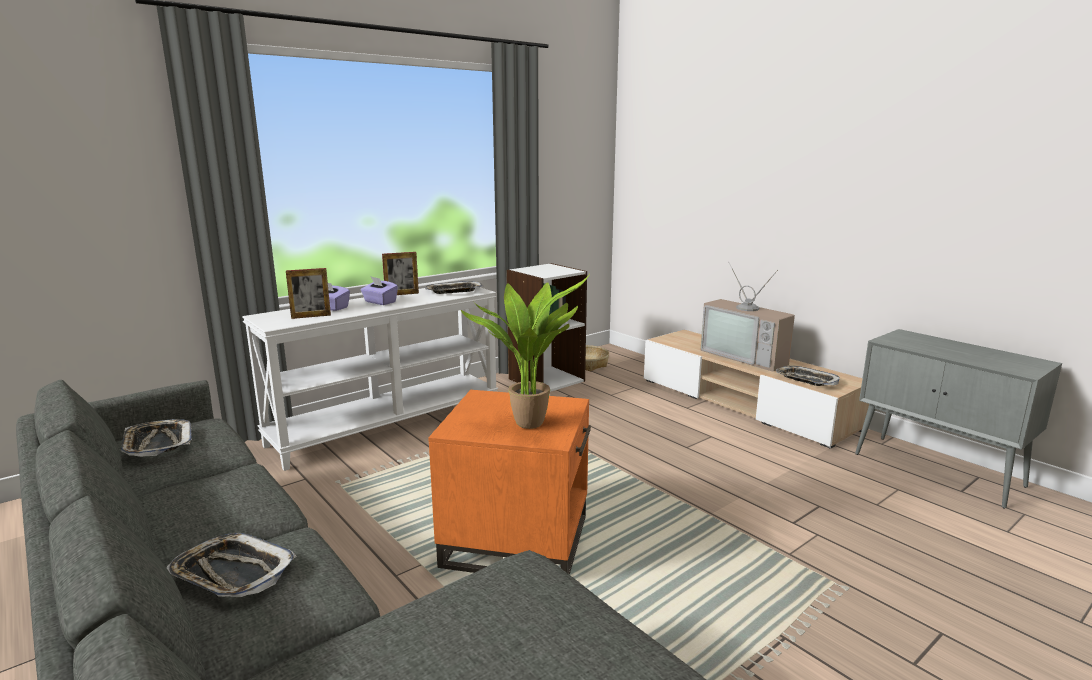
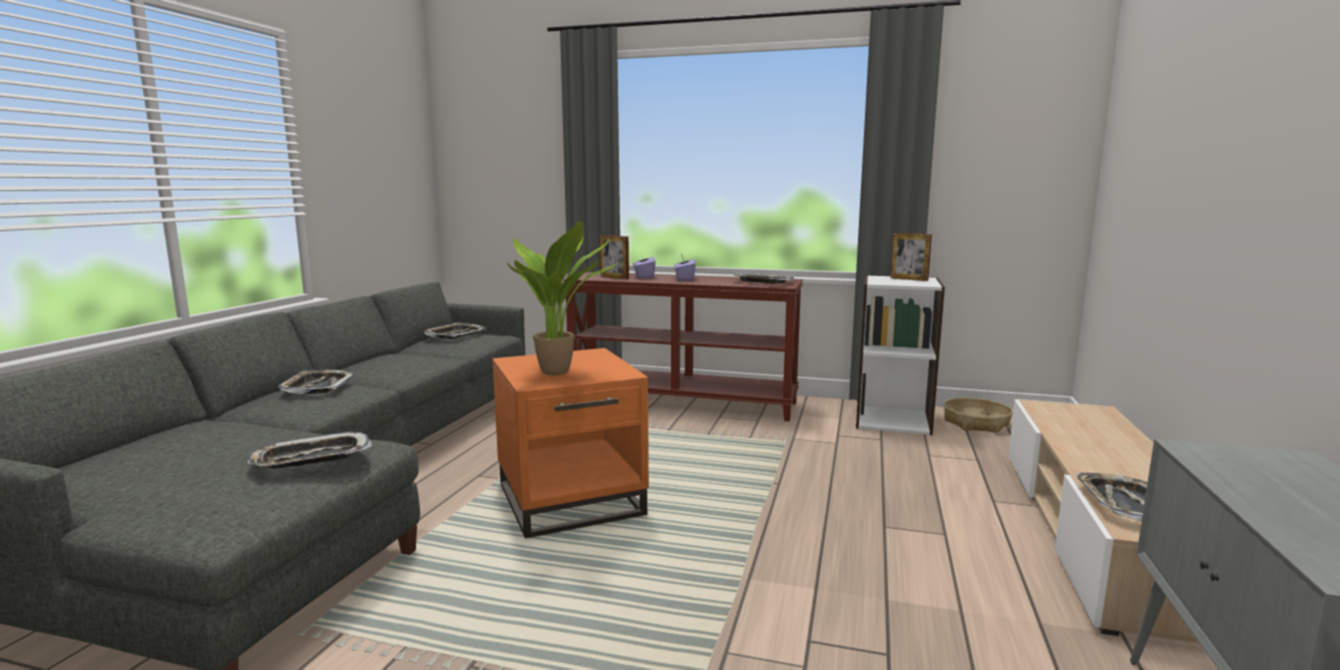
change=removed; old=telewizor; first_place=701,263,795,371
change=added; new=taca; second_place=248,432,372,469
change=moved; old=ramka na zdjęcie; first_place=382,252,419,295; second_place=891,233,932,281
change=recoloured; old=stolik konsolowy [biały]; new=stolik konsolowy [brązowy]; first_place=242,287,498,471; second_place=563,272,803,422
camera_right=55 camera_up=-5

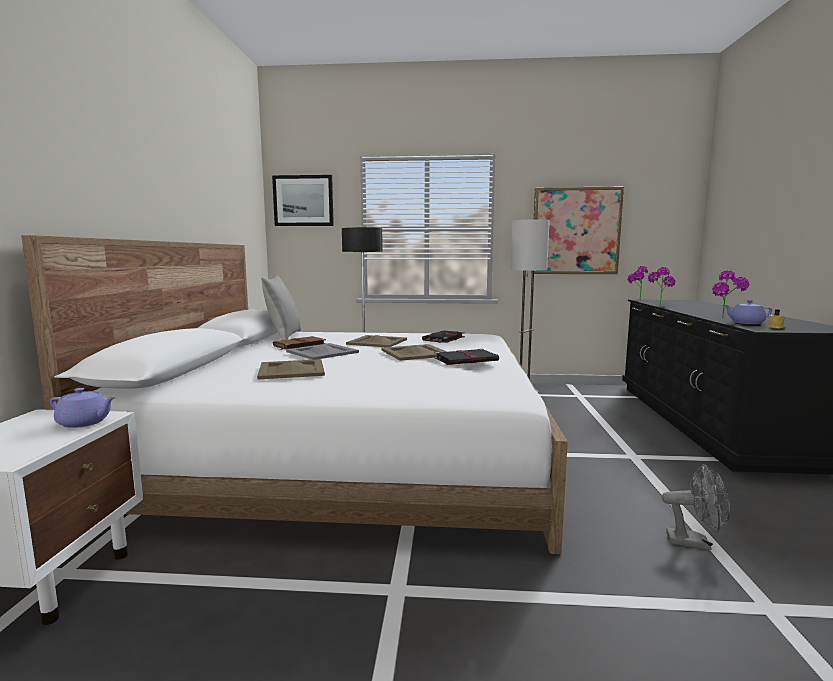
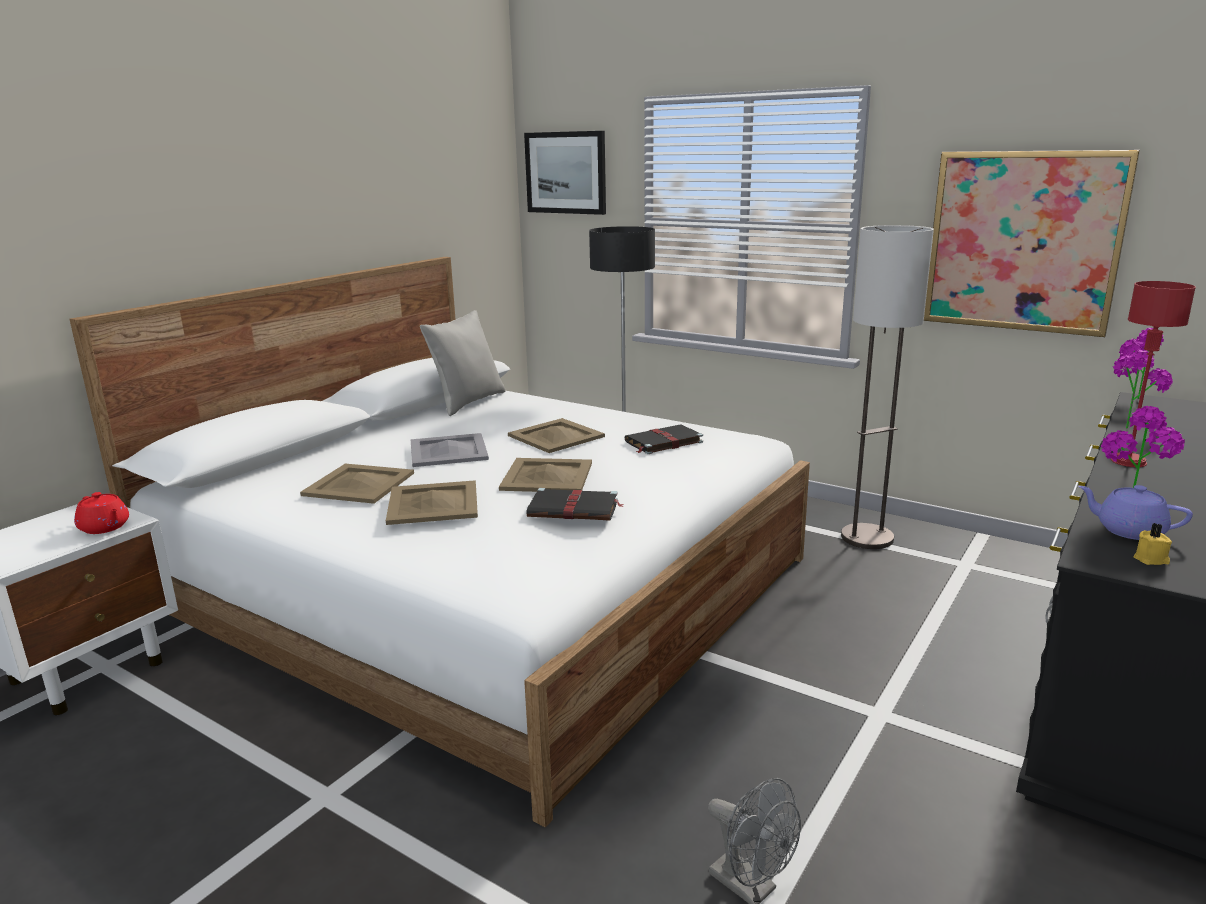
change=removed; old=książka [brązowy]; first_place=273,336,326,350
change=added; new=taca [beżowy]; second_place=386,480,478,525
change=added; new=lampa stołowa [czerwony]; second_place=1111,281,1196,467
change=recoloured; old=imbryk [fioletowy]; new=imbryk [czerwony]; first_place=50,388,116,428; second_place=74,492,129,534
camera_right=30 camera_up=10

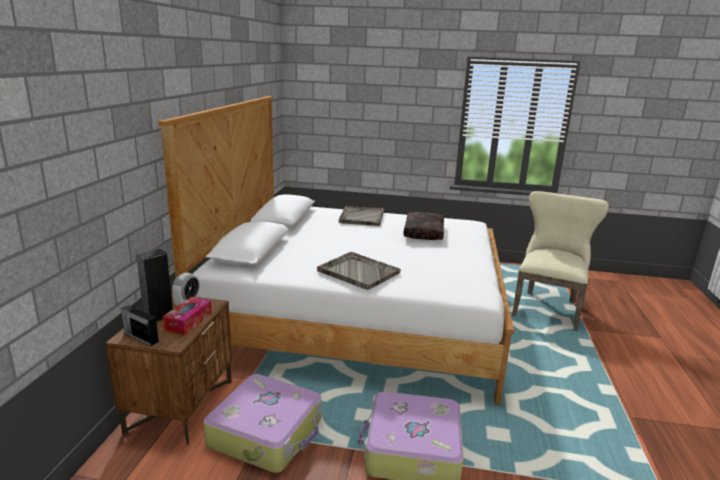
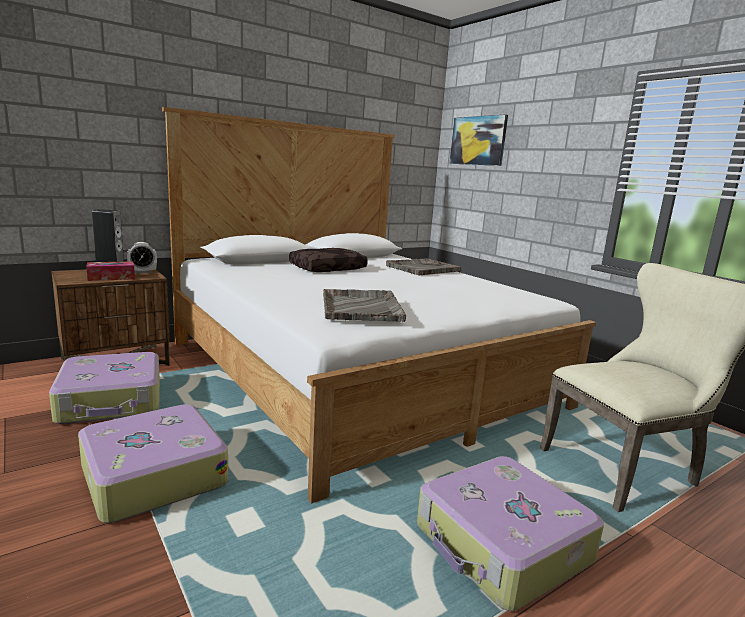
change=removed; old=radio; first_place=121,305,159,346
change=added; new=walizka; second_place=417,456,604,611
change=added; new=obraz; second_place=450,114,508,166
change=moved; old=taca [szary]; first_place=317,252,401,290; second_place=323,289,406,322
change=moved; old=poduszka [brązowy]; first_place=404,212,444,240; second_place=289,248,368,272
camera_right=45 camera_up=-5

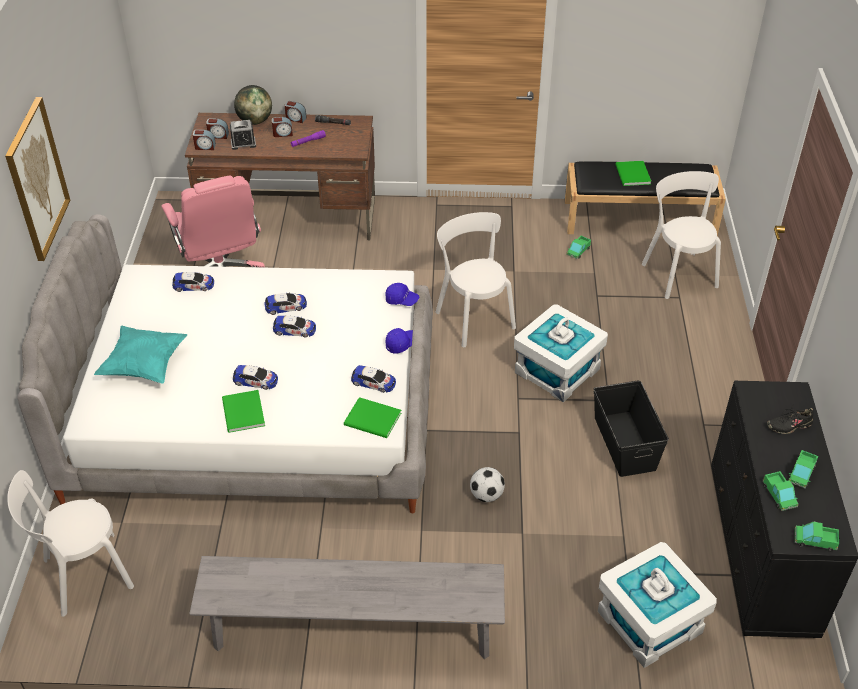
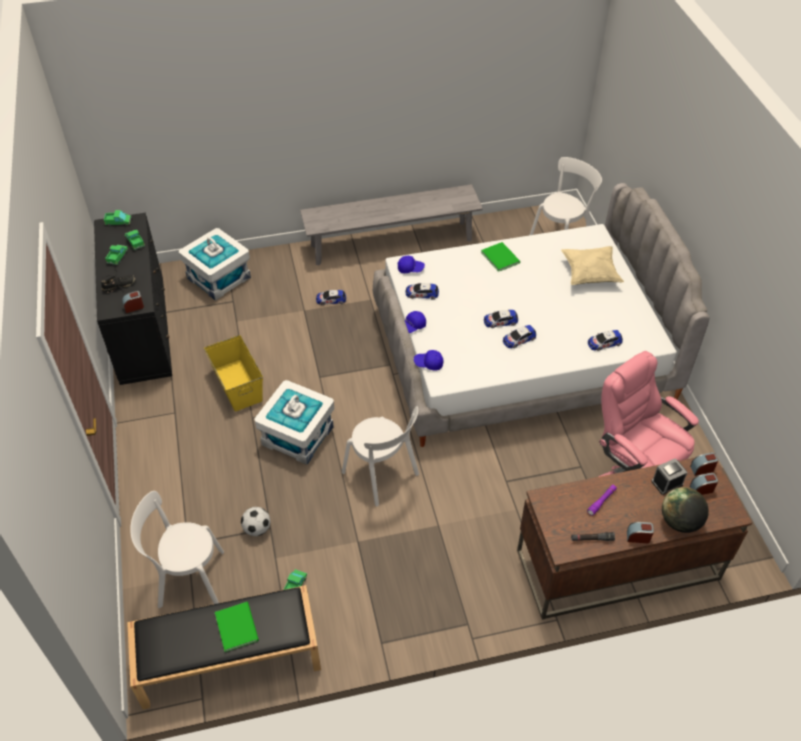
change=removed; old=obraz; first_place=5,97,70,261
change=moved; old=samochodzik; first_place=233,365,278,390; second_place=316,290,346,305
change=moved; old=budzik; first_place=272,117,293,137; second_place=122,291,144,313
change=moved; old=piłka futbolowa; first_place=470,467,505,502; second_place=241,507,270,536
change=replaced; old=książka [zielony]; new=czapka z daszkiem [niebieski]; first_place=344,397,401,438; second_place=398,256,425,273
change=recoloured; old=poduszka [turkusowy]; new=poduszka [beżowy]; first_place=94,326,187,383; second_place=561,246,624,285
change=recoloured; old=pojemnik do przechowywania [czarny]; new=pojemnik do przechowywania [żółty]; first_place=594,380,669,477; second_place=204,335,263,412
change=turned; old=krzesło [biały]; first_place=642,171,721,299; second_place=130,491,224,608; degrees=120
camera_right=165 camera_up=5

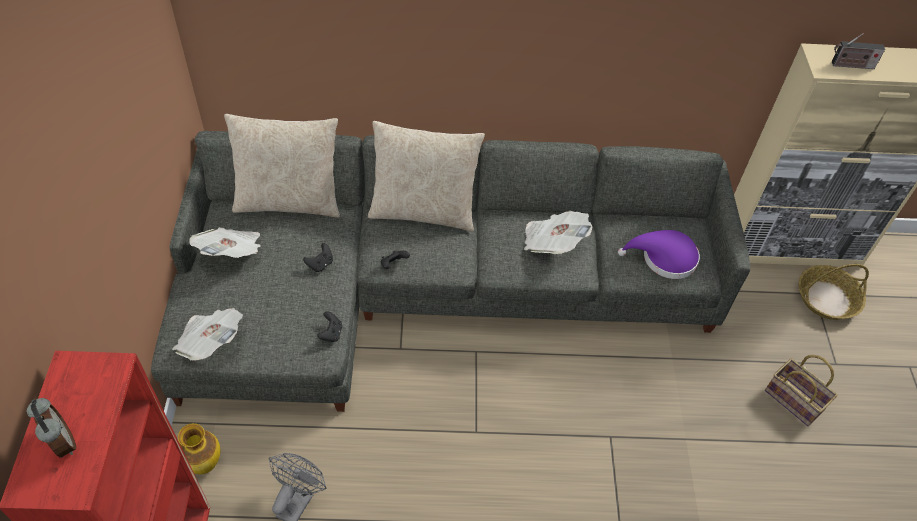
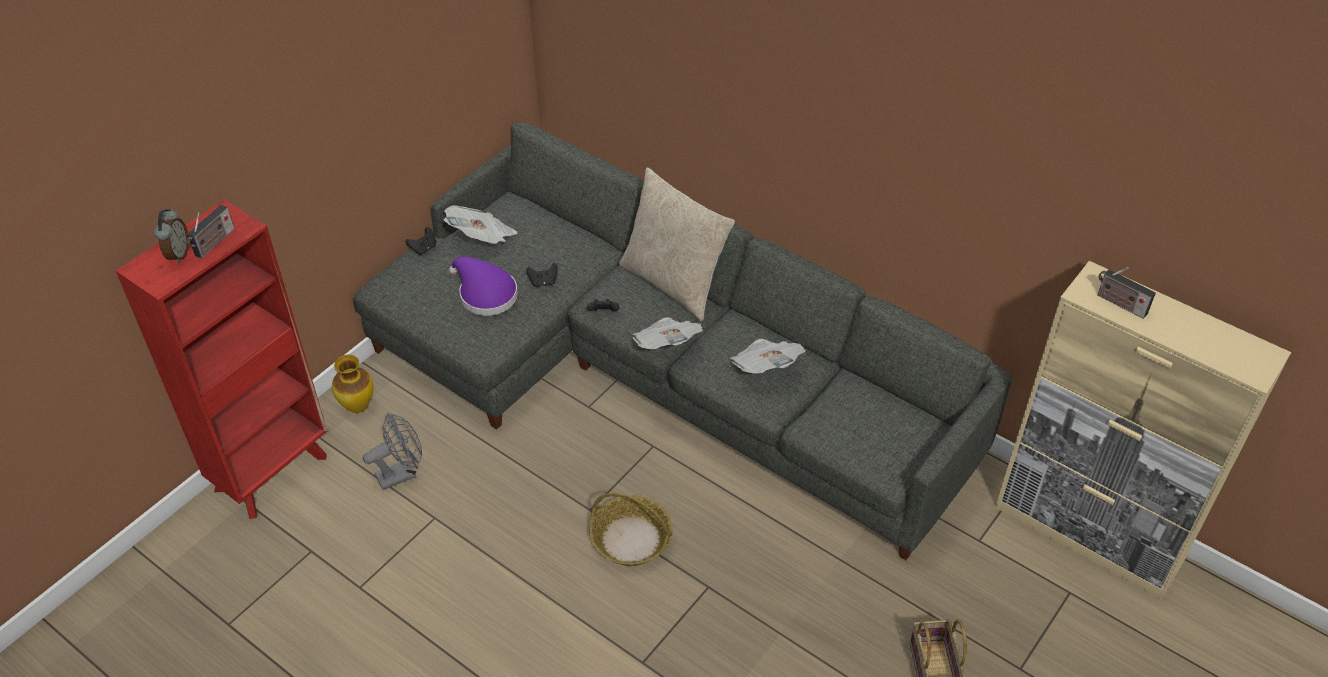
change=removed; old=poduszka [beżowy]; first_place=224,114,340,218
change=added; new=radio; second_place=187,205,234,258
change=moved; old=gazeta; first_place=172,308,243,360; second_place=632,317,703,349
change=moved; old=pad do gier [czarny]; first_place=317,311,342,342; second_place=406,227,436,255
change=moved; old=kapelusz [fioletowy]; first_place=618,230,700,279; second_place=449,257,518,316
change=moved; old=koszyk; first_place=798,264,869,320; second_place=589,493,673,566
camera_right=40 camera_up=-5

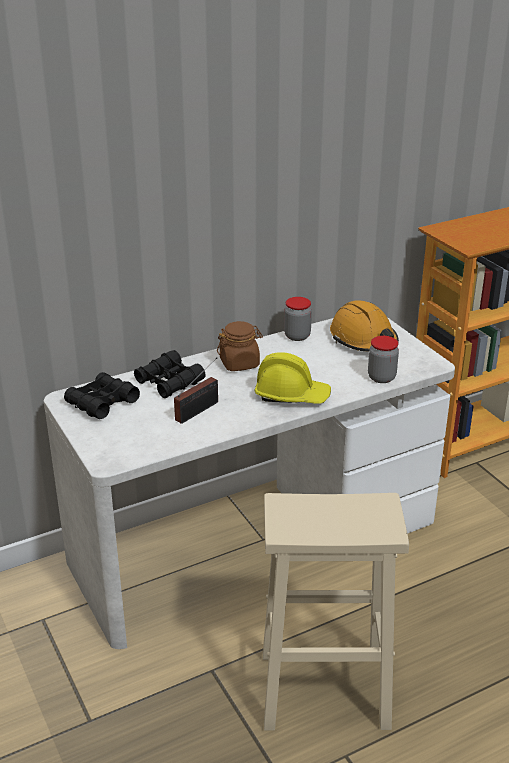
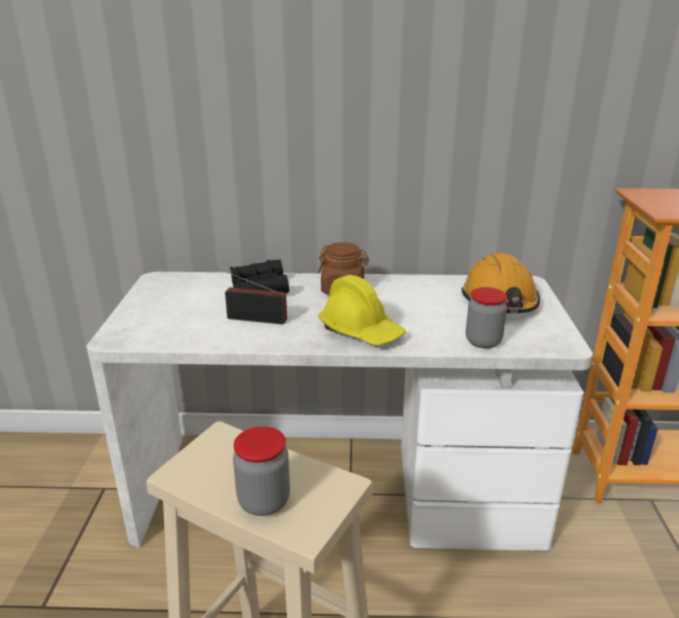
change=removed; old=lornetka [czarny]; first_place=64,372,140,419
change=moved; old=słoik; first_place=284,297,312,341; second_place=233,426,290,516
change=turned; old=radio; first_place=174,358,218,424; second_place=217,268,287,324; degrees=-150
camera_right=30 camera_up=-5

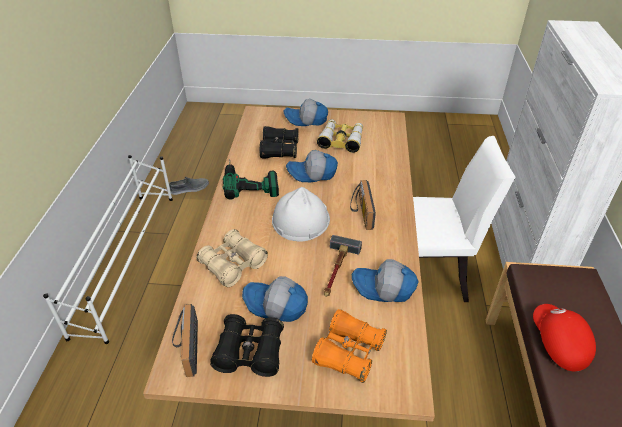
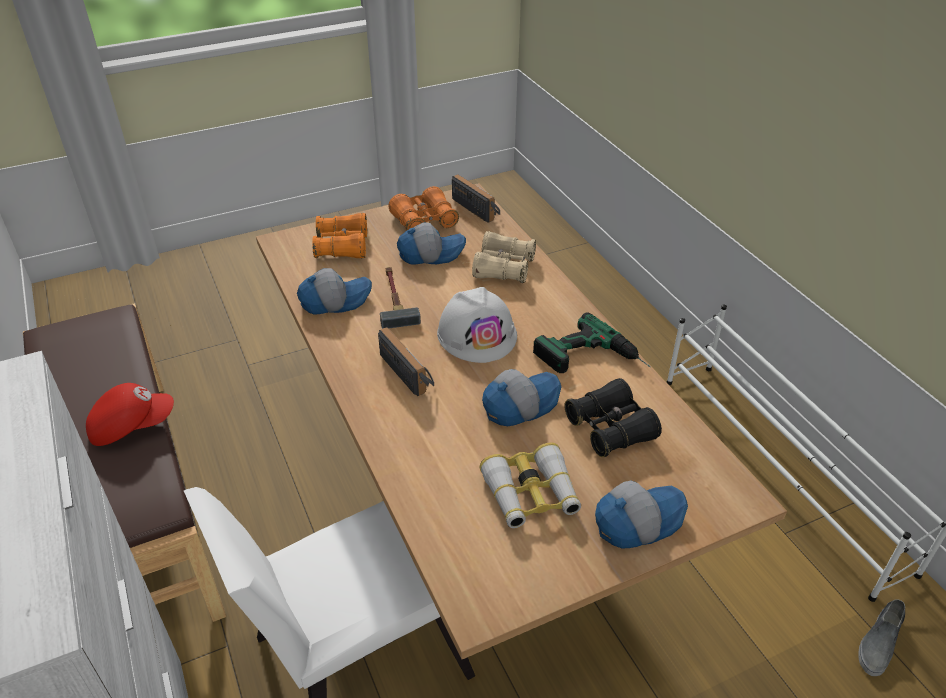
change=recoloured; old=lornetka [czarny]; new=lornetka [pomarańczowy]; first_place=210,314,284,377; second_place=388,186,459,231
change=turned; old=czapka z daszkiem [czerwony]; first_place=533,304,596,371; second_place=86,383,174,446; degrees=-60
camera_right=150 camera_up=0

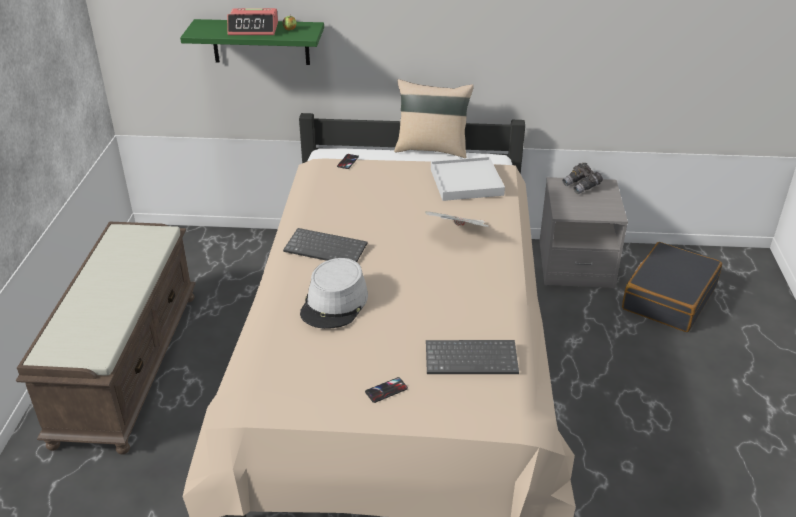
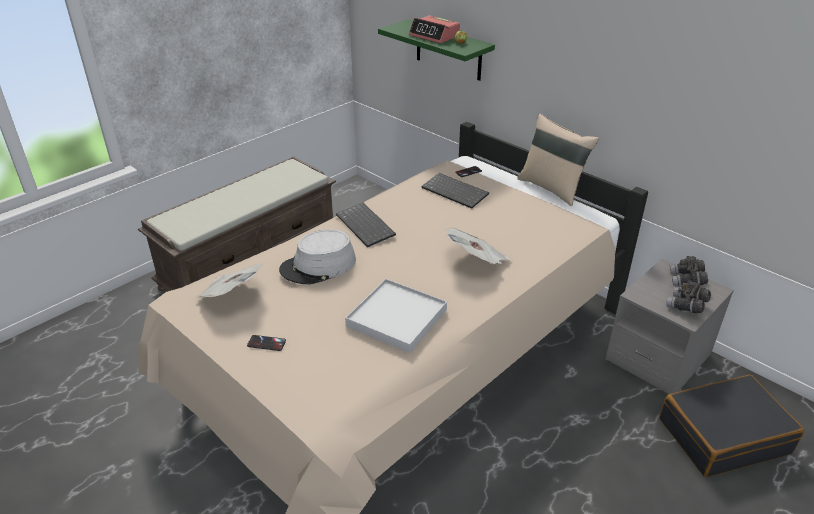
change=added; new=gazeta; second_place=197,264,264,298
change=added; new=lornetka [szary]; second_place=666,281,711,314
change=moved; old=klawiatura; first_place=426,340,519,374; second_place=421,173,489,209
change=moved; old=taca [biały]; first_place=431,157,505,201; second_place=345,279,447,353
camera_right=40 camera_up=0

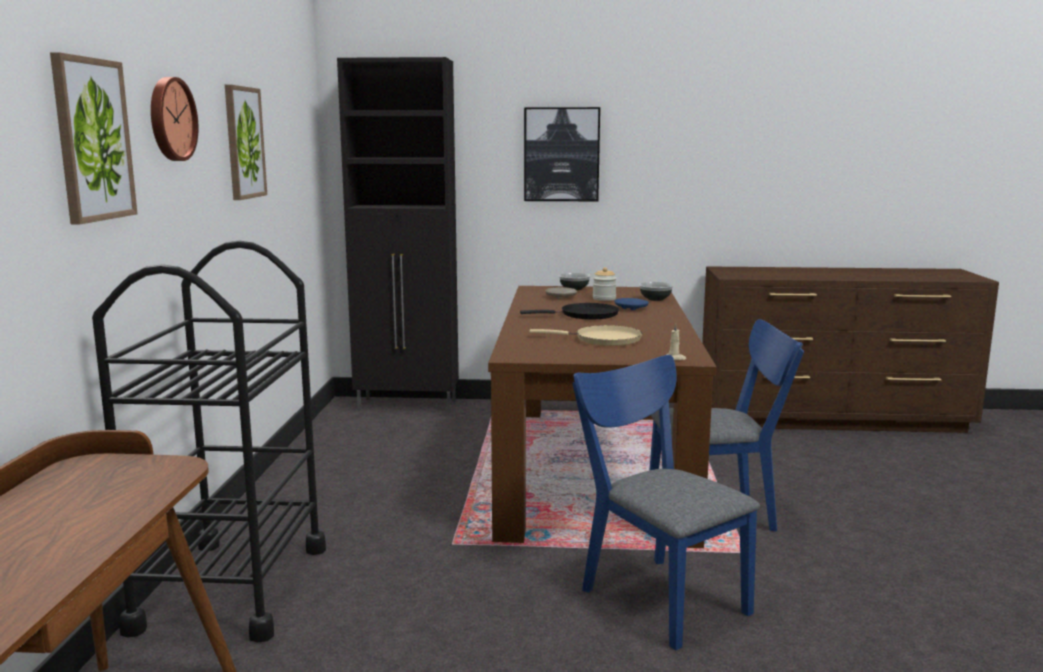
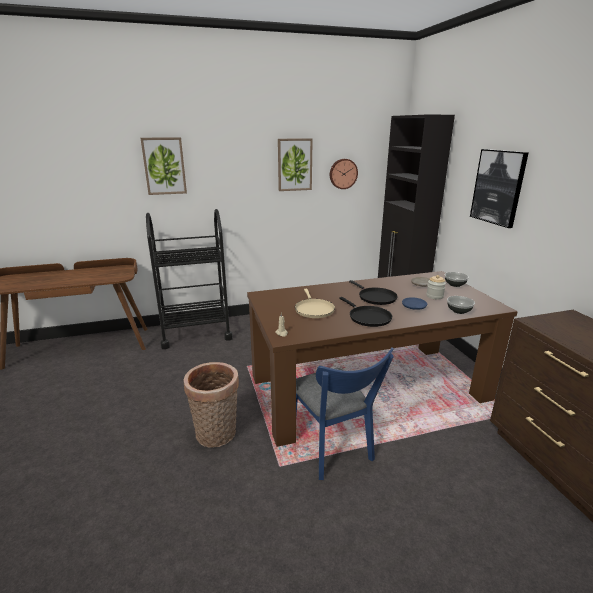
change=added; new=patelnia [czarny]; second_place=339,297,392,327
change=moved; old=zegar ścienny; first_place=151,77,199,161; second_place=330,159,358,189
change=replaced; old=krzesło [niebieski]; new=koszyk; first_place=572,355,760,651; second_place=184,362,239,448
camera_right=70 camera_up=10

